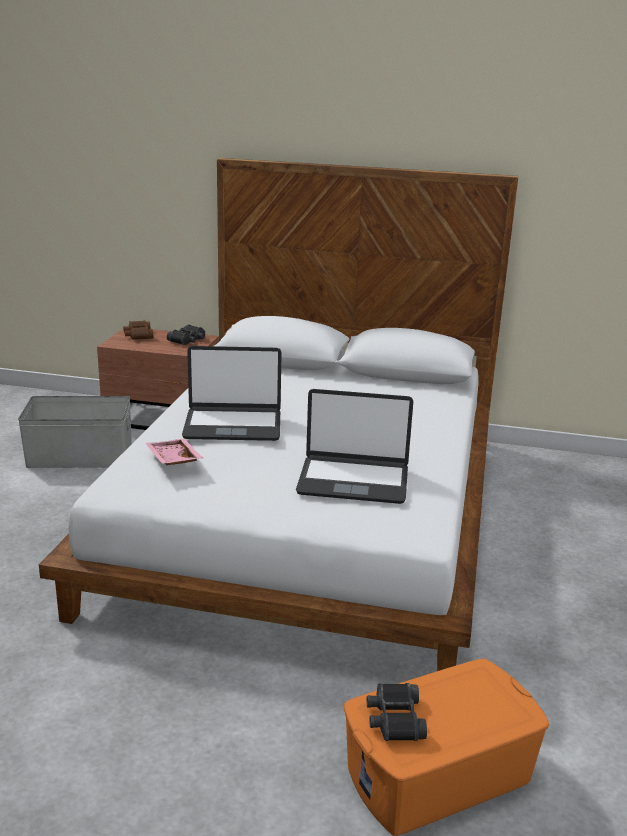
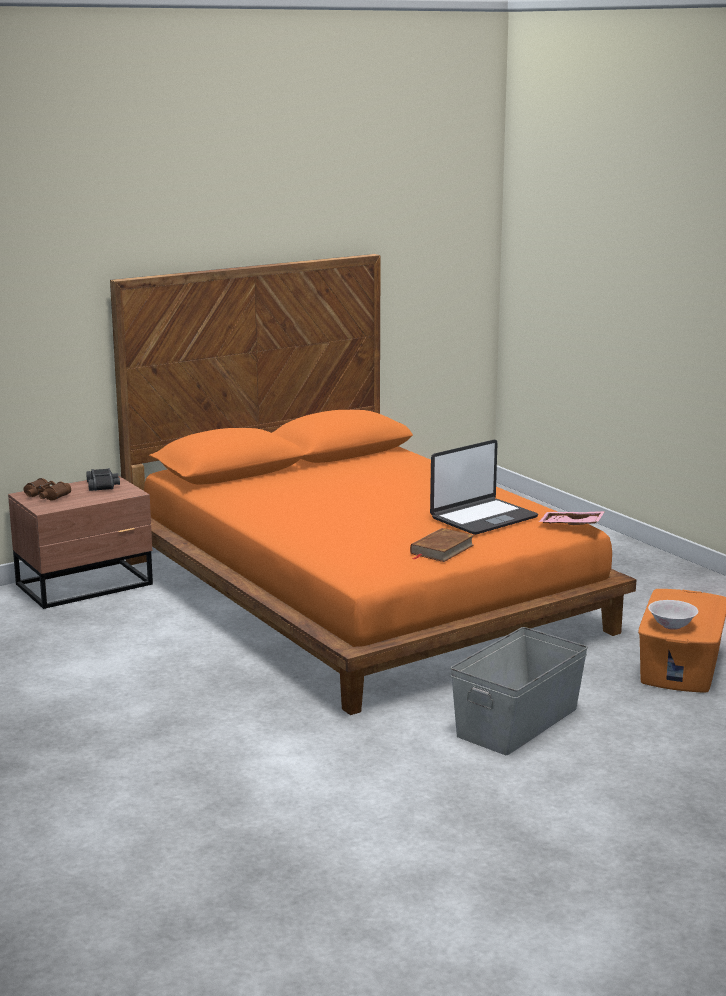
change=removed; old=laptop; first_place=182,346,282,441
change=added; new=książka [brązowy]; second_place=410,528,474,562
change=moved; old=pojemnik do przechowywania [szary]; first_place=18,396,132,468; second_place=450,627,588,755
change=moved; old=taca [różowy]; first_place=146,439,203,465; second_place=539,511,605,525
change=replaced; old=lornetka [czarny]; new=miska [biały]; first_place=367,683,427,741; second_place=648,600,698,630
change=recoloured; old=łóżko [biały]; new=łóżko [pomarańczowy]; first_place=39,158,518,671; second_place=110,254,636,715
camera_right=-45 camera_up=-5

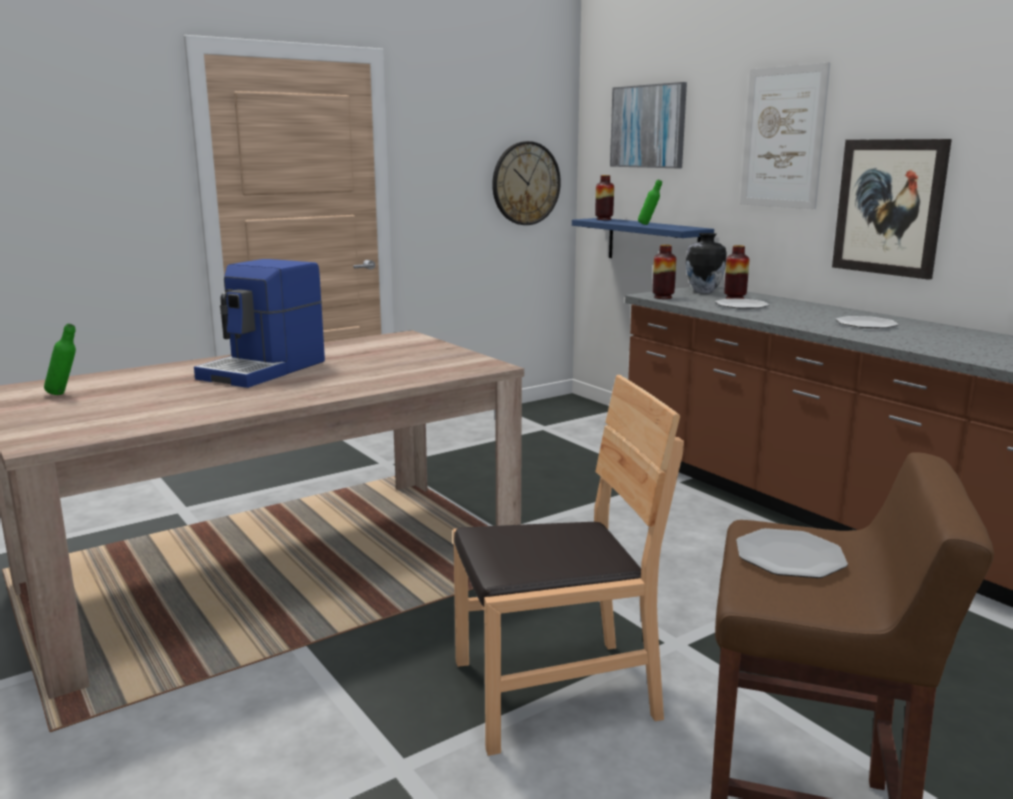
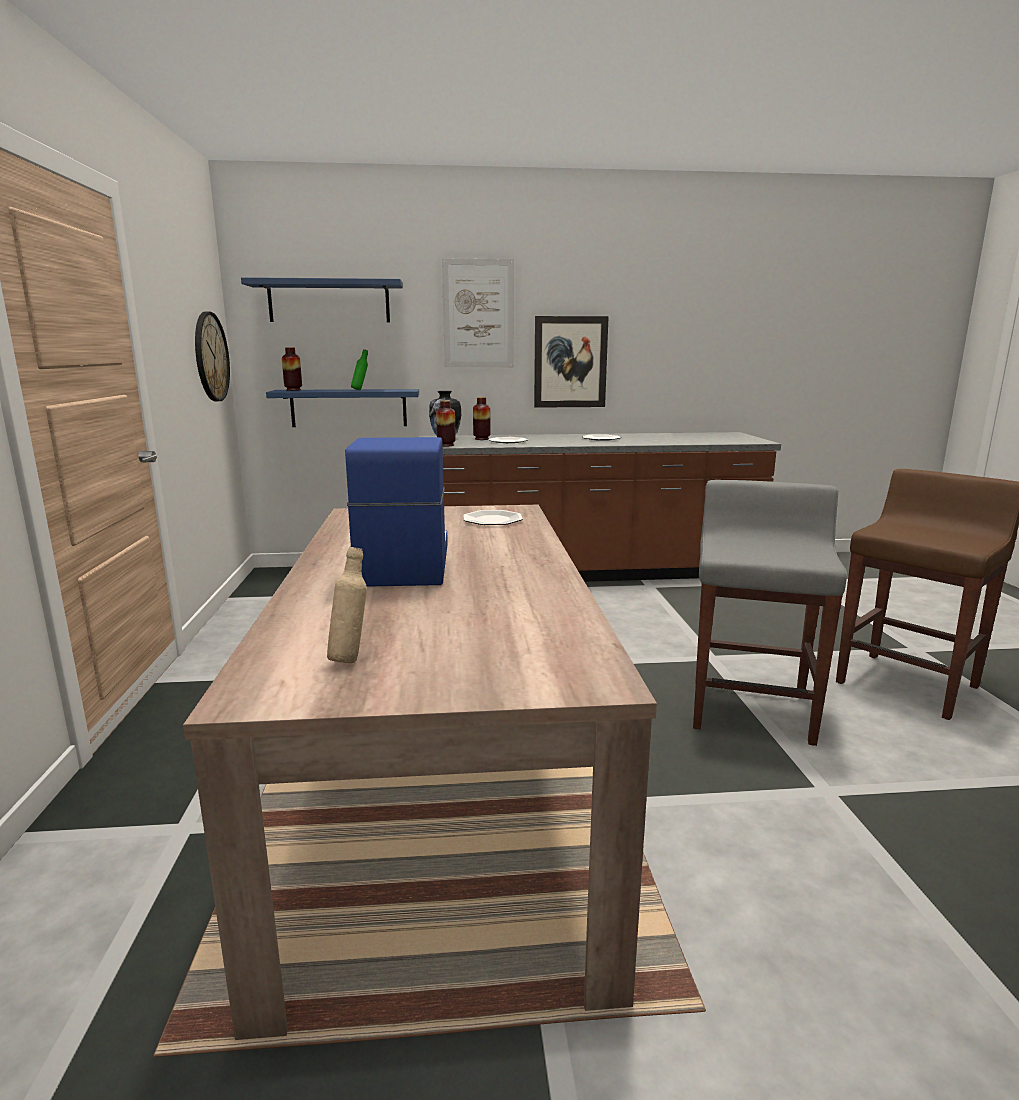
change=moved; old=talerz; first_place=736,528,848,578; second_place=463,510,523,525
change=replaced; old=krzesło [brązowy]; new=stołek [szary]; first_place=453,375,684,756; second_place=693,480,847,746
change=replaced; old=obraz; new=półka [niebieski]; first_place=610,82,687,168; second_place=241,277,403,322
change=recoloured; old=butelka [zielony]; new=butelka [beżowy]; first_place=44,324,76,395; second_place=327,547,367,663
change=turned; old=ekspres do kawy; first_place=194,259,325,388; second_place=345,437,448,587; degrees=-150
camera_right=-60 camera_up=0

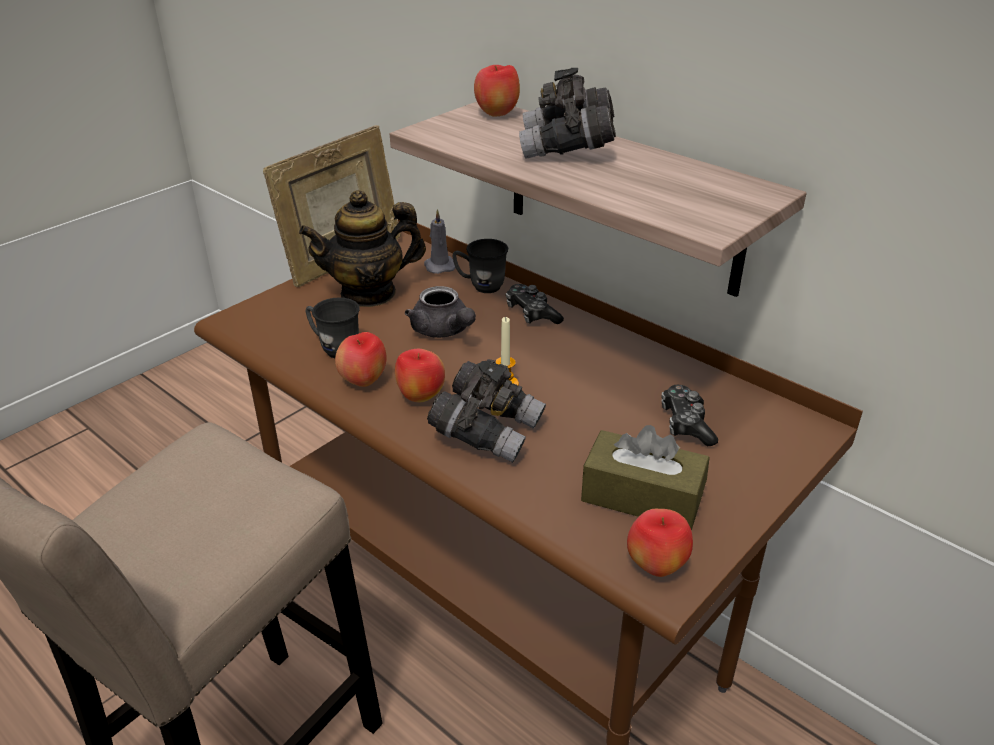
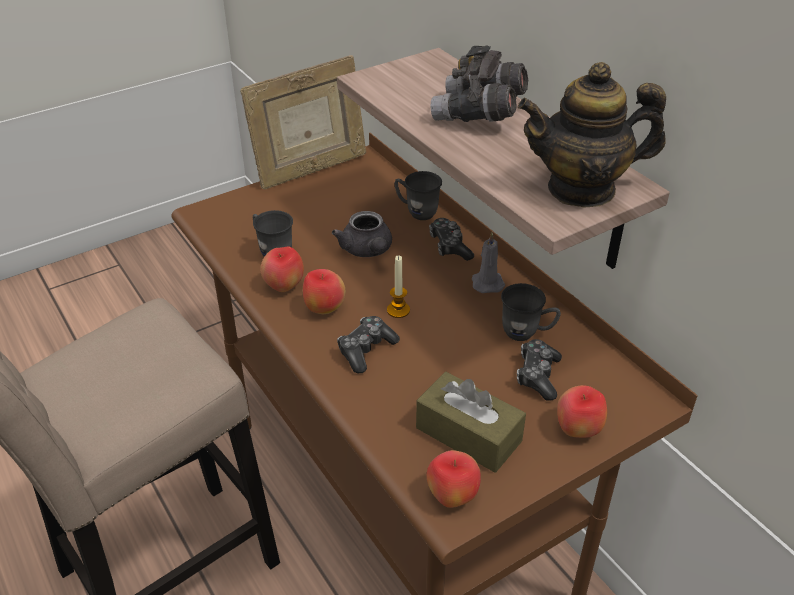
change=added; new=kubek [szary]; second_place=501,283,561,341
change=moved; old=imbryk; first_place=299,190,426,307; second_place=518,62,666,208
change=moved; old=świeca [szary]; first_place=424,209,456,274; second_place=472,232,505,293
change=moved; old=jabłko; first_place=474,65,520,117; second_place=557,385,607,438
change=replaced; old=lornetka [szary]; new=pad do gier; first_place=427,359,546,463; second_place=337,316,400,373
camera_right=15 camera_up=5

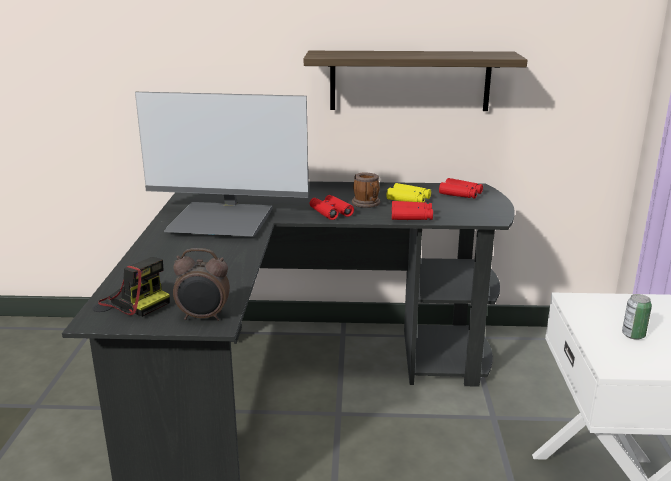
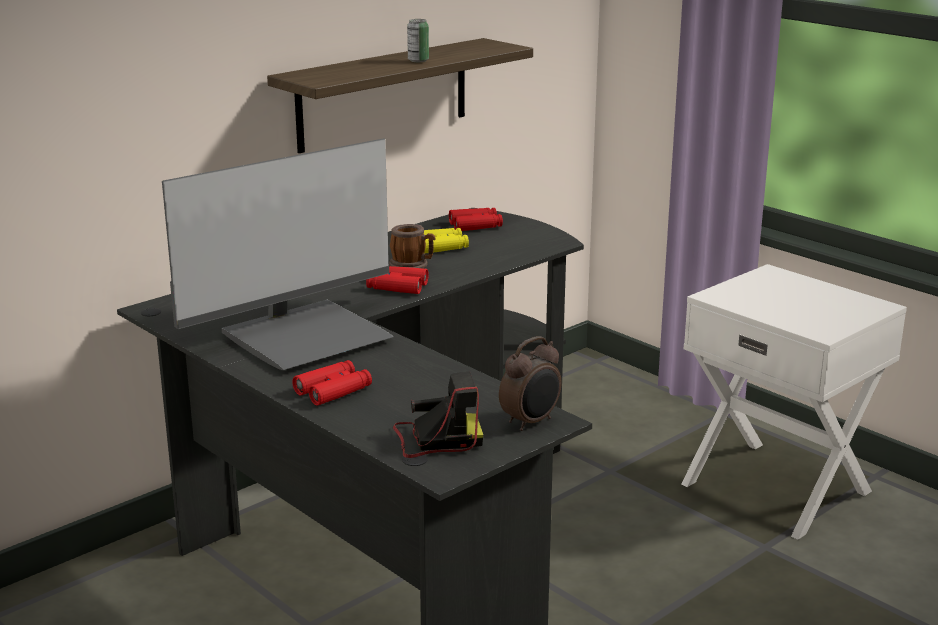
change=moved; old=lornetka [czerwony]; first_place=392,201,433,220; second_place=292,360,372,406
change=moved; old=puszka; first_place=622,294,652,340; second_place=407,19,429,62
camera_right=-45 camera_up=0

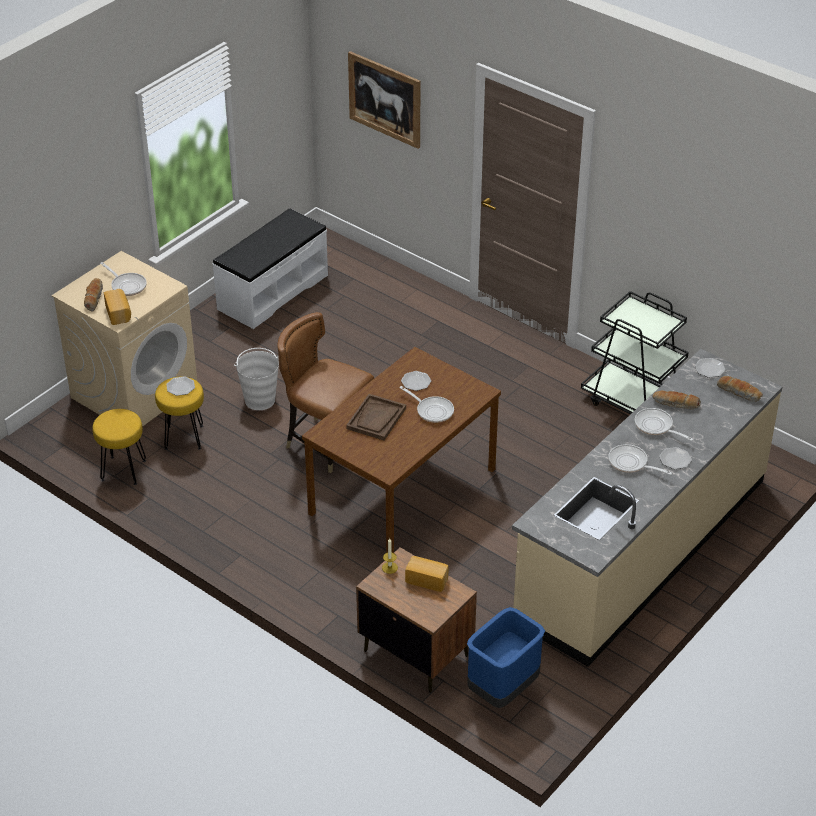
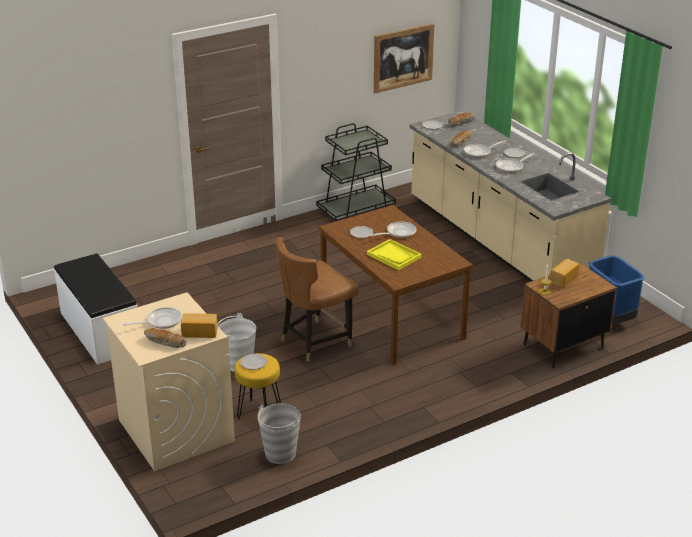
change=moved; old=obraz; first_place=348,51,421,149; second_place=374,24,434,93
change=replaced; old=stołek [żółty]; new=wiadro [szary]; first_place=92,409,146,485; second_place=258,404,301,464
change=recoloured; old=taca [brązowy]; new=taca [żółty]; first_place=346,394,406,441; second_place=367,239,422,270
camera_right=-70 camera_up=-10

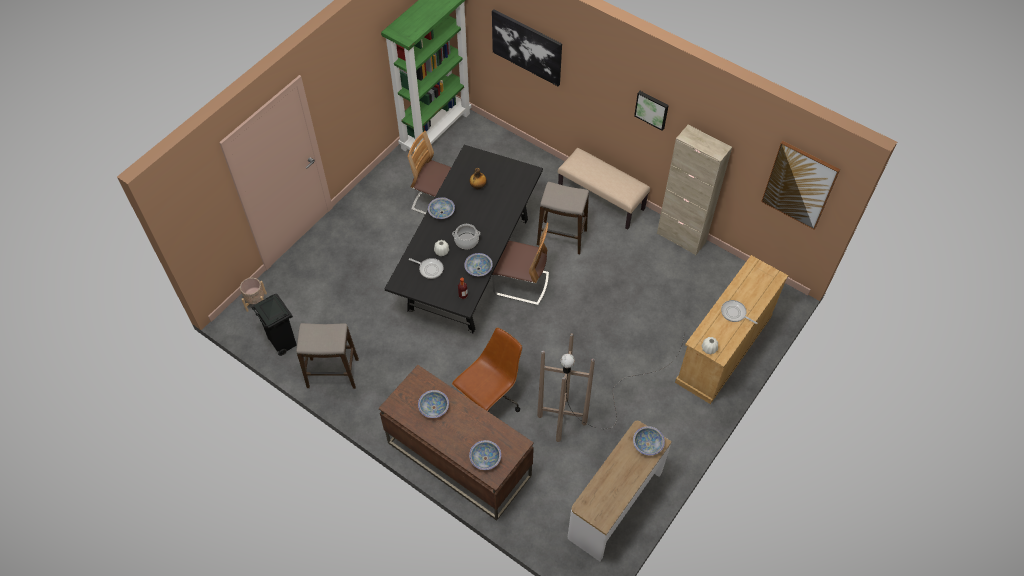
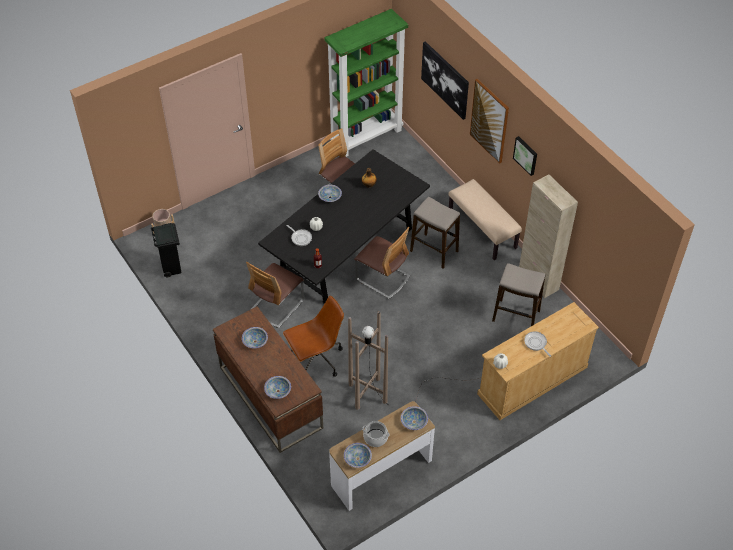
change=added; new=krzesło; second_place=246,261,304,328
change=moved; old=stołek; first_place=296,323,359,389; second_place=492,263,545,326
change=moved; old=garnek; first_place=452,224,480,249; second_place=362,421,390,447
change=moved; old=miska; first_place=464,253,493,276; second_place=344,443,372,468
change=moved; old=obraz; first_place=761,141,840,230; second_place=470,79,509,164
camera_right=20 camera_up=-5

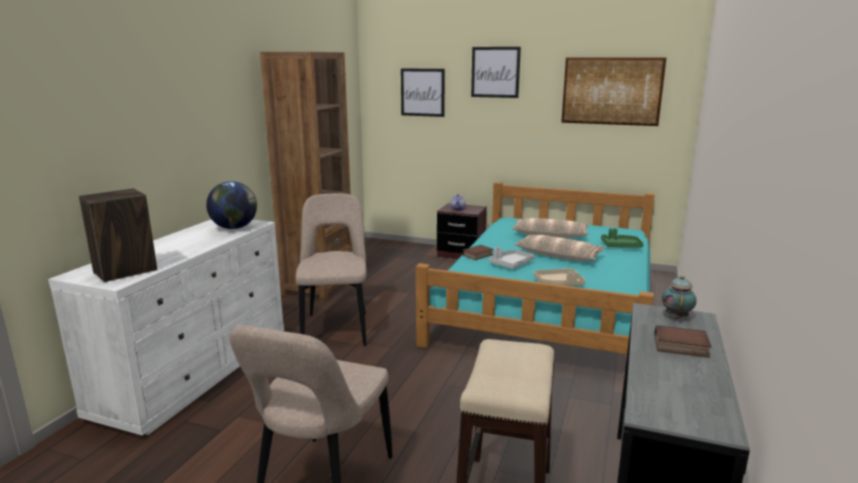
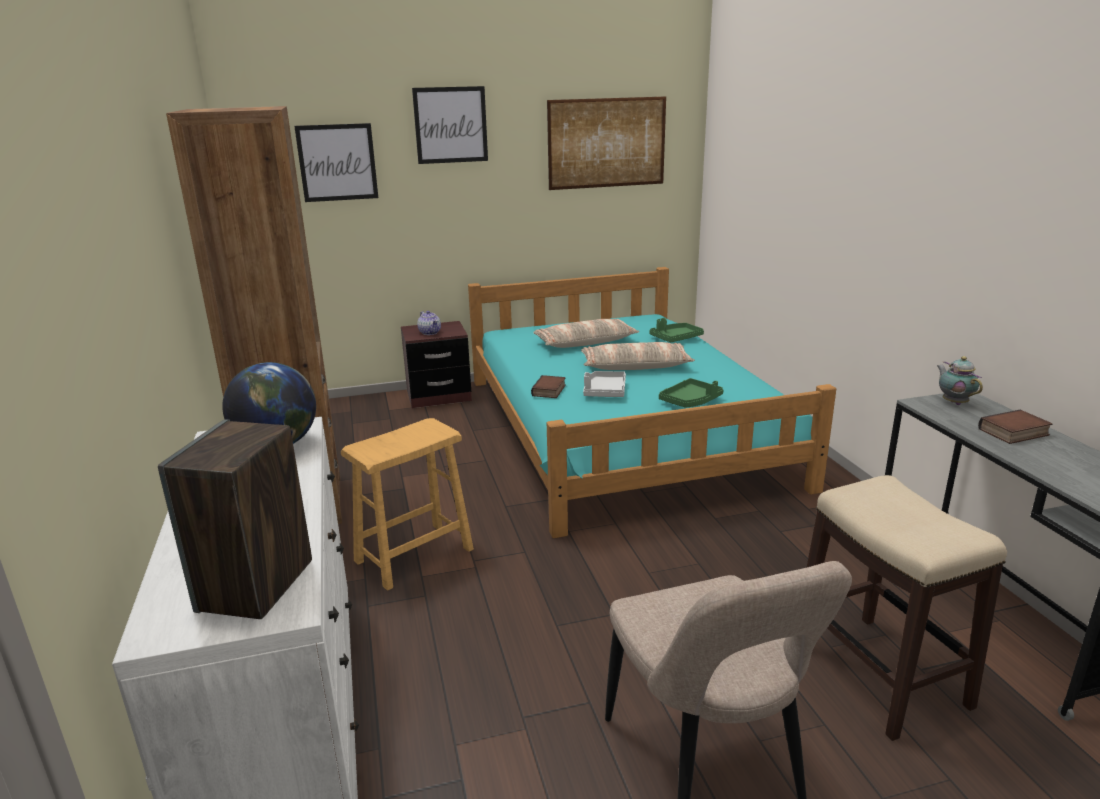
change=replaced; old=krzesło [beżowy]; new=stołek [brązowy]; first_place=295,194,367,346; second_place=341,418,474,591
change=recoloured; old=taca [beżowy]; new=taca [zielony]; first_place=534,268,585,286; second_place=659,378,724,408
camera_right=-35 camera_up=5

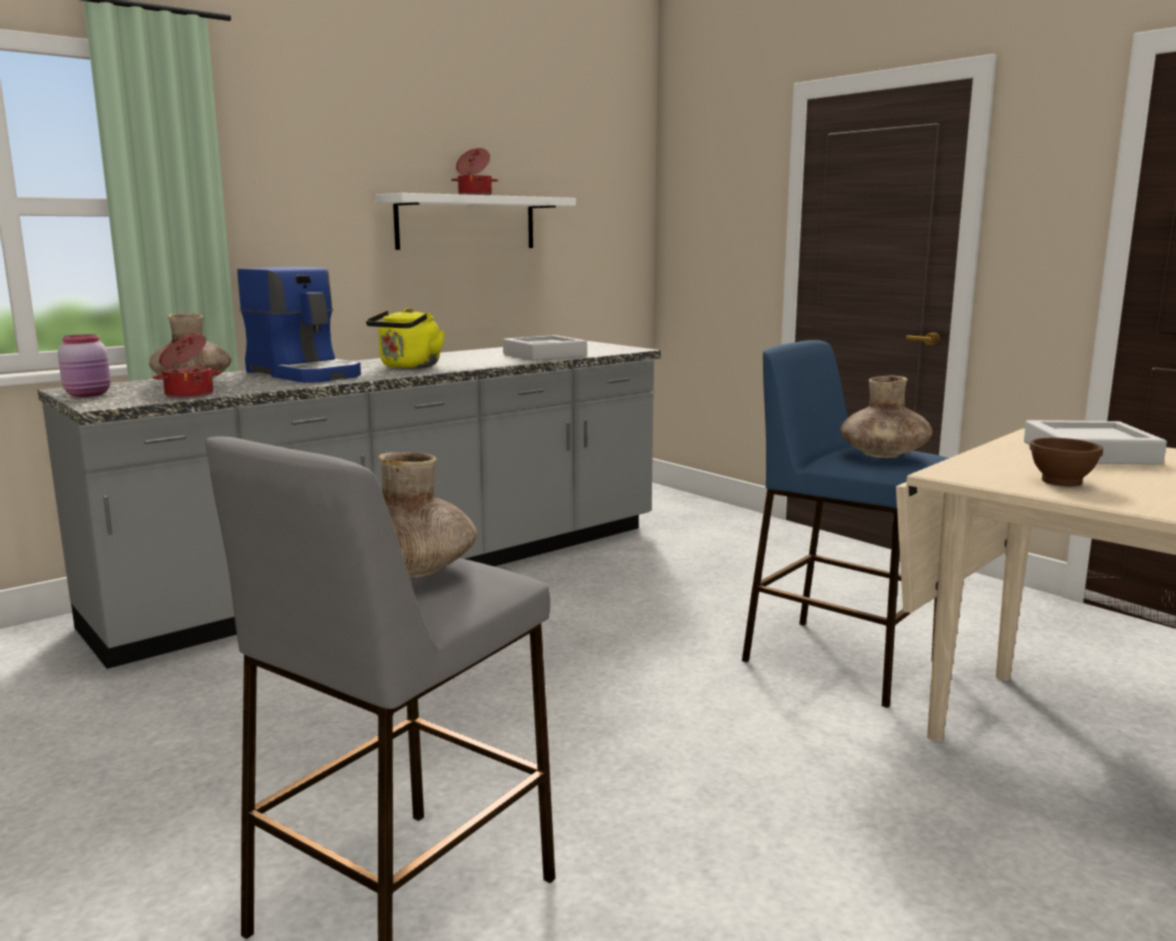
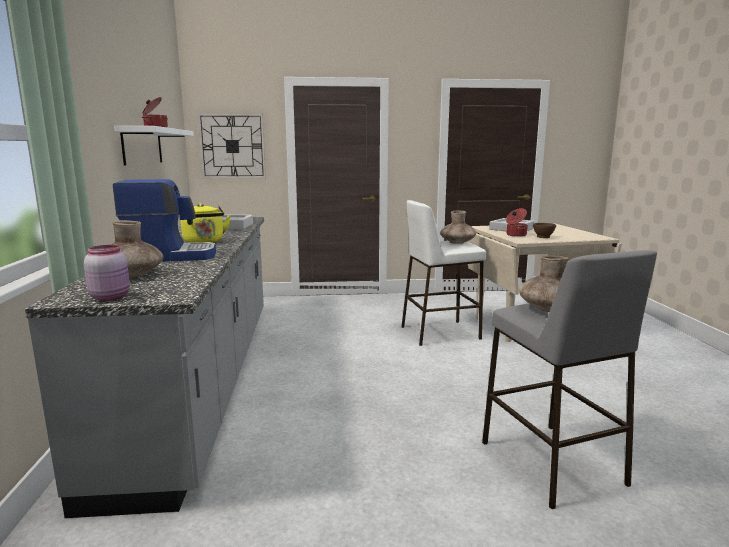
change=added; new=zegar ścienny; second_place=197,113,266,179
change=moved; old=garnek; first_place=153,334,221,398; second_place=506,208,528,237
change=recoloured; old=stołek [niebieski]; new=stołek [biały]; first_place=742,340,949,708; second_place=401,200,486,346
camera_right=-55 camera_up=0

